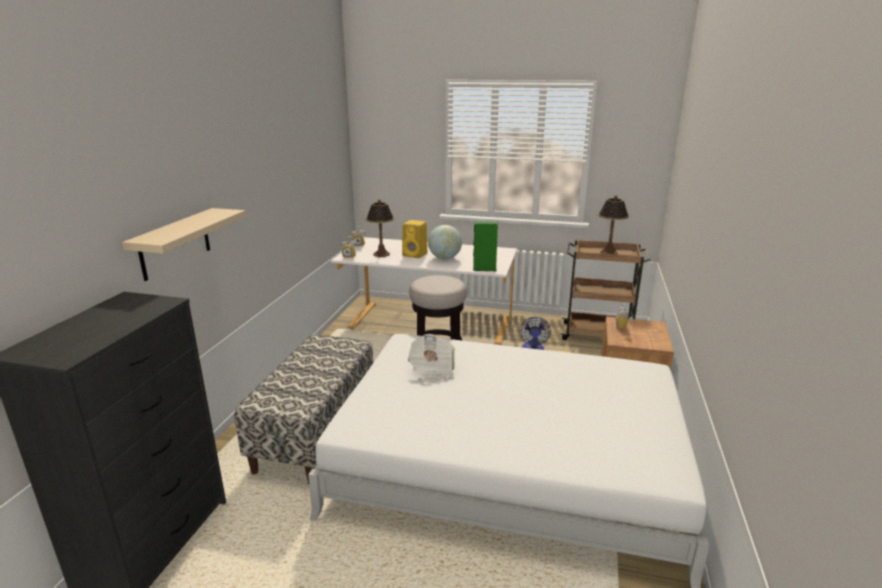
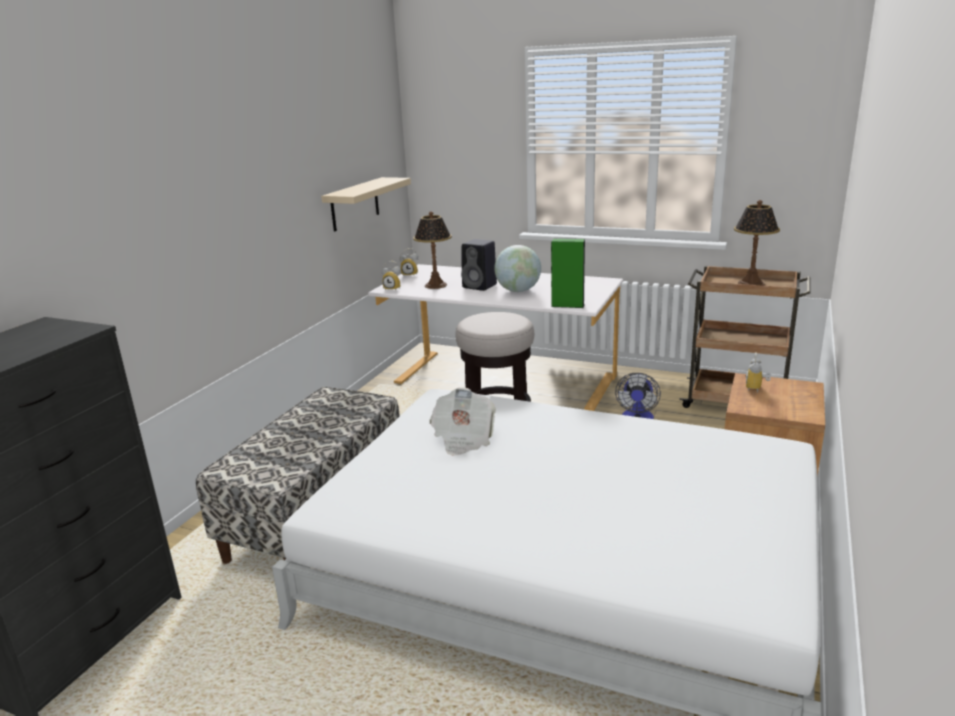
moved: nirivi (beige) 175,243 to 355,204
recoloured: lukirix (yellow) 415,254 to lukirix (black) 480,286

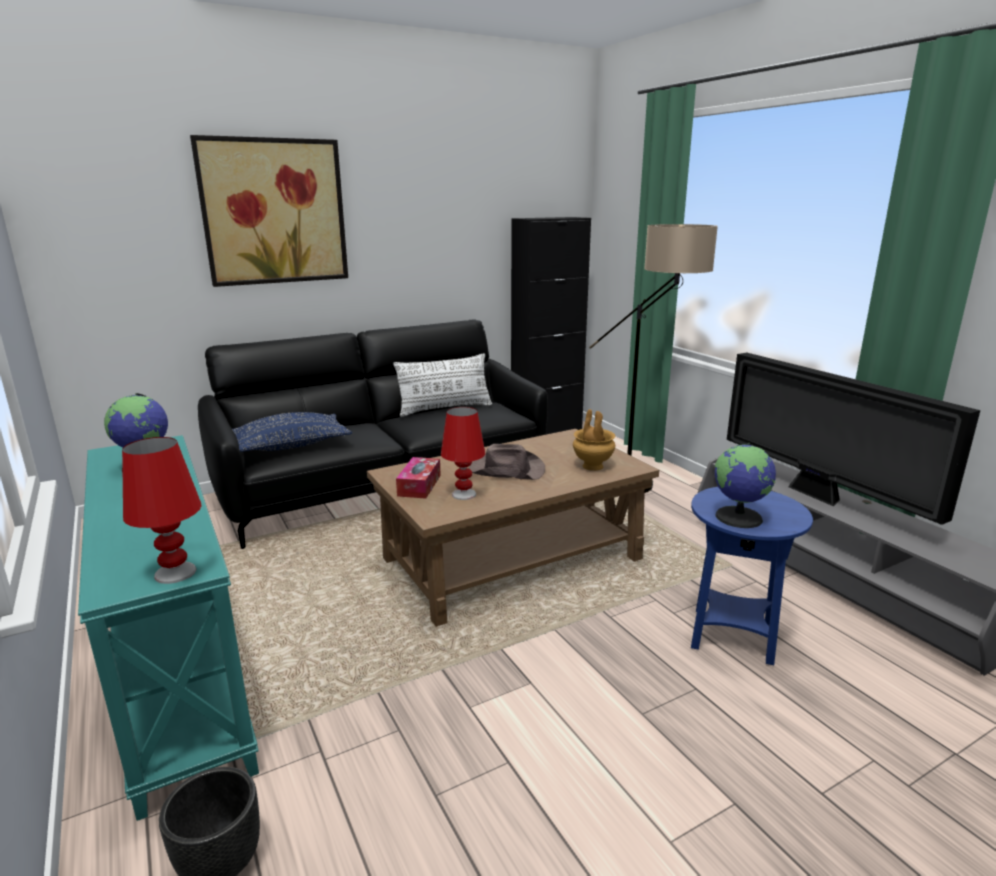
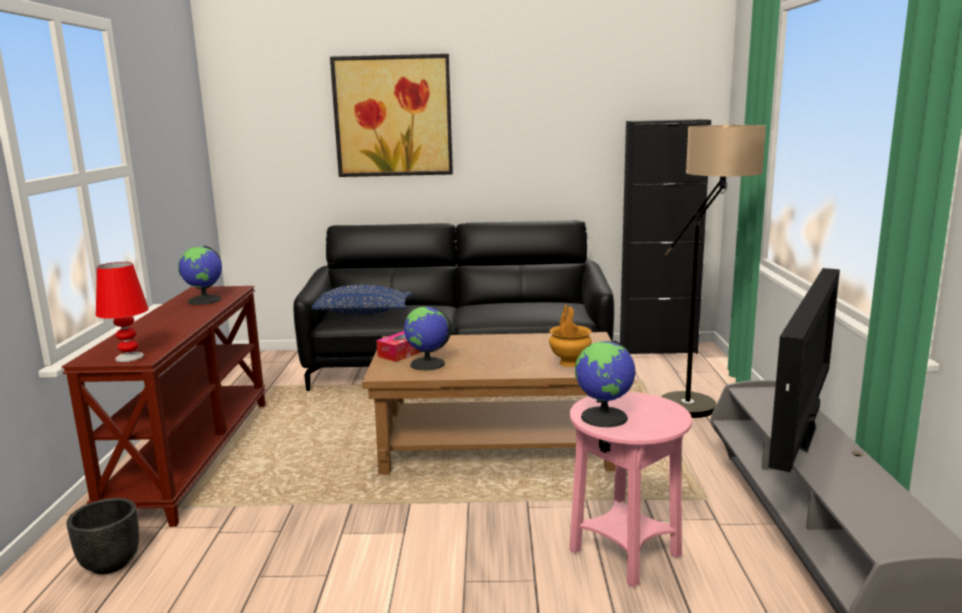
removed: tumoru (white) 445,409; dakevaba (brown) 506,470
replaced: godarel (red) 464,494 to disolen 427,364
recoloured: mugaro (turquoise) 177,671 to mugaro (brown) 192,456; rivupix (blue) 732,635 to rivupix (pink) 625,553
turned: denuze 818,496 = 802,436 150 degrees counterclockwise

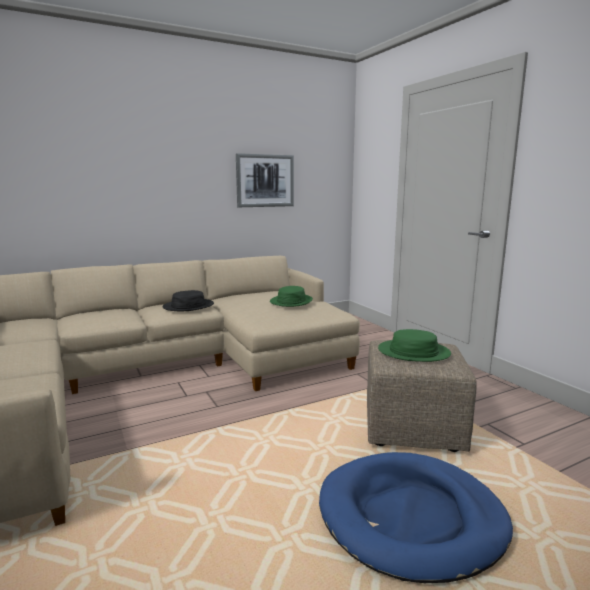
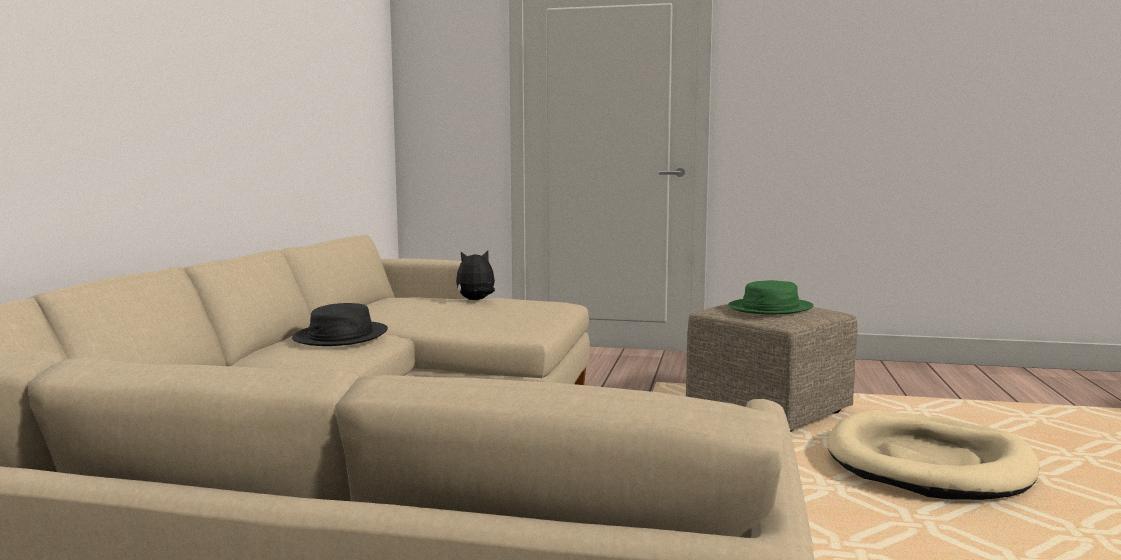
removed: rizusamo 265,180
replaced: dakevaba (green) 291,301 to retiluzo 476,300
recoloured: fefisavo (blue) 411,518 to fefisavo (beige) 928,463

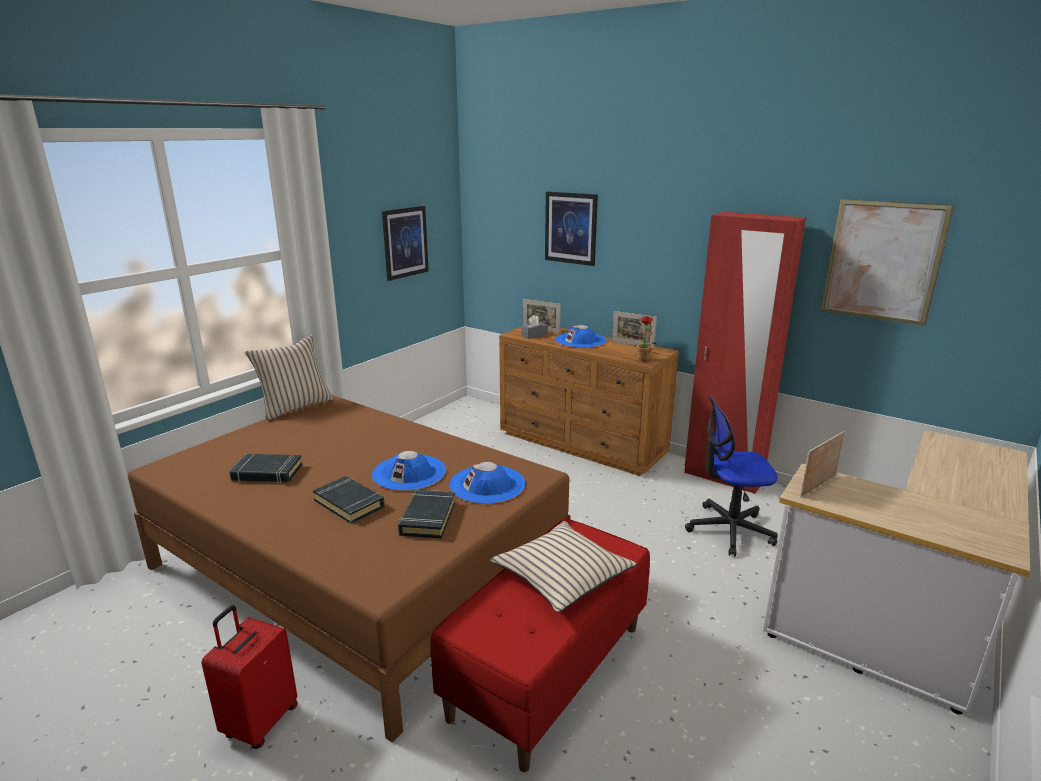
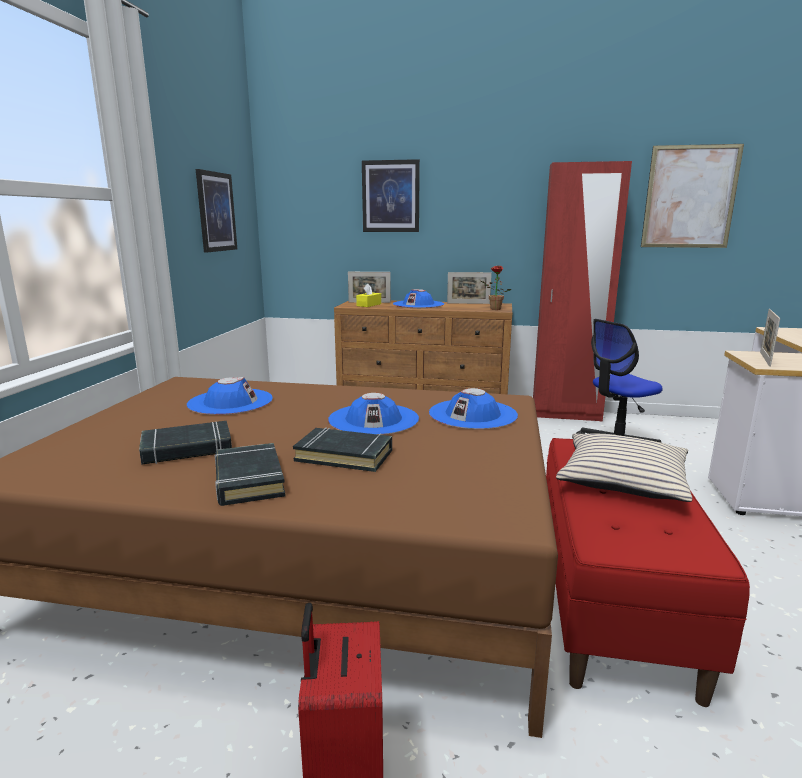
removed: tumoru (beige) 295,406
added: dakevaba (blue) 230,402
moved: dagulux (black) 427,518 to 248,480
recoloured: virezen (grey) 534,335 to virezen (yellow) 369,305

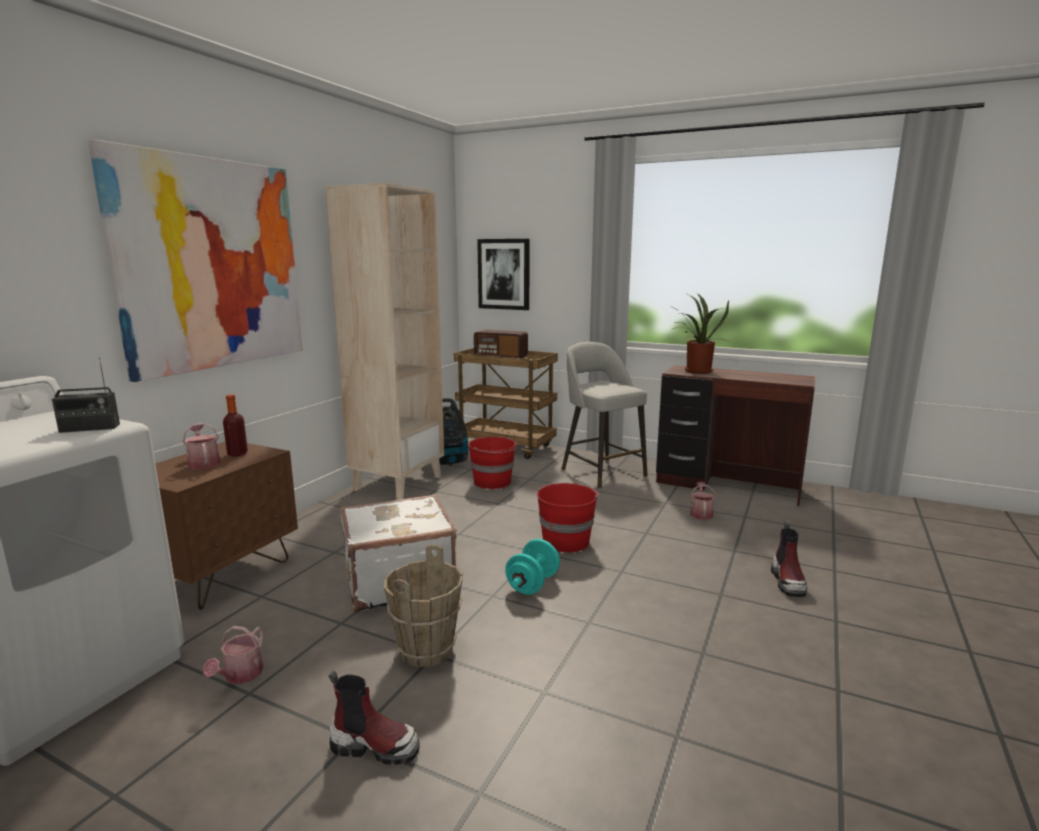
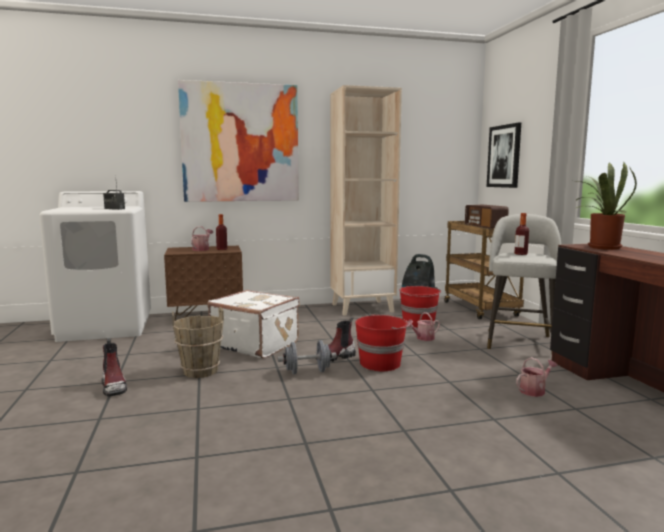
added: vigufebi 520,254
moved: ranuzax 788,582 to 336,357; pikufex 240,676 to 423,338
recoloured: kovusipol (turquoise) 532,584 to kovusipol (grey) 307,372

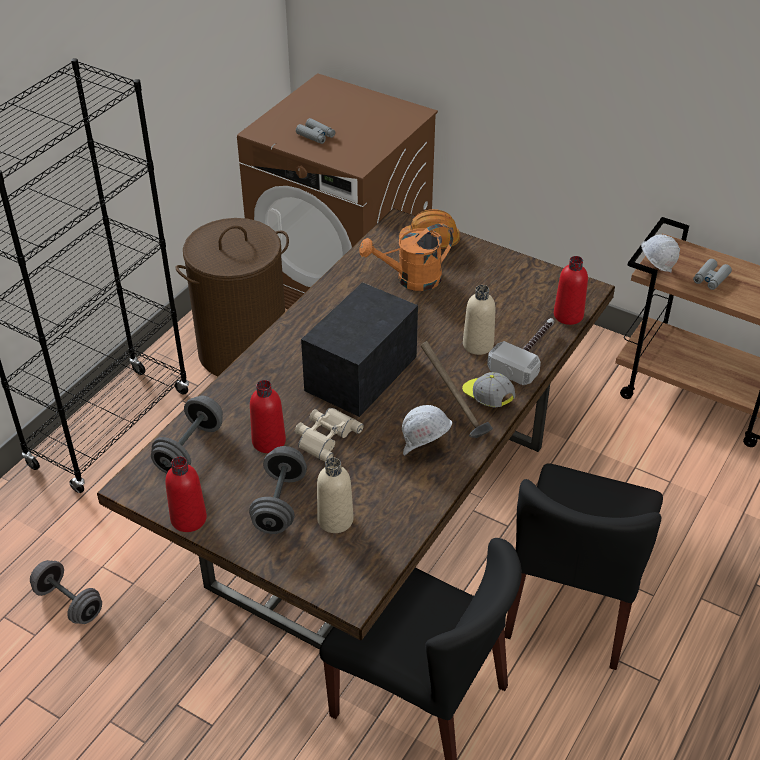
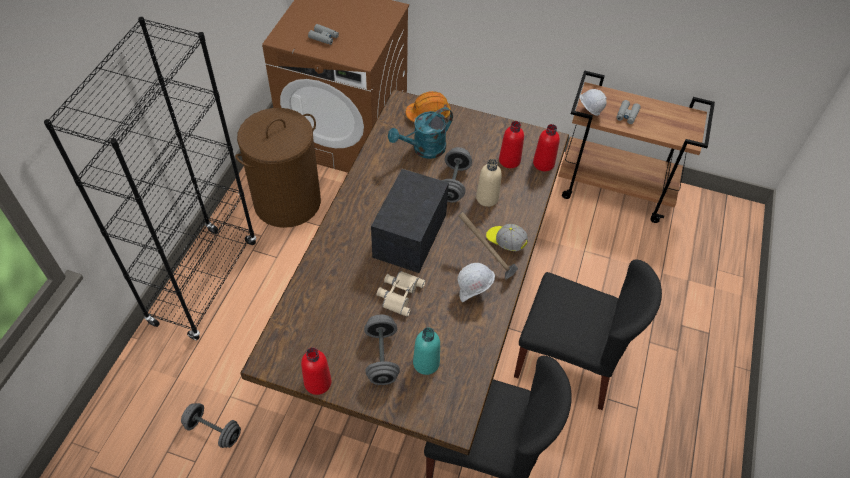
removed: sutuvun 528,354
moved: vigufebi (red) 269,441 to 509,160; kovusipol (grey) 189,449 to 454,183
recoloured: pikufex (orange) 411,280 to pikufex (turquoise) 424,150; vigufebi (beige) 335,520 to vigufebi (turquoise) 426,363
turned: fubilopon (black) 573,602 = 568,361 75 degrees counterclockwise

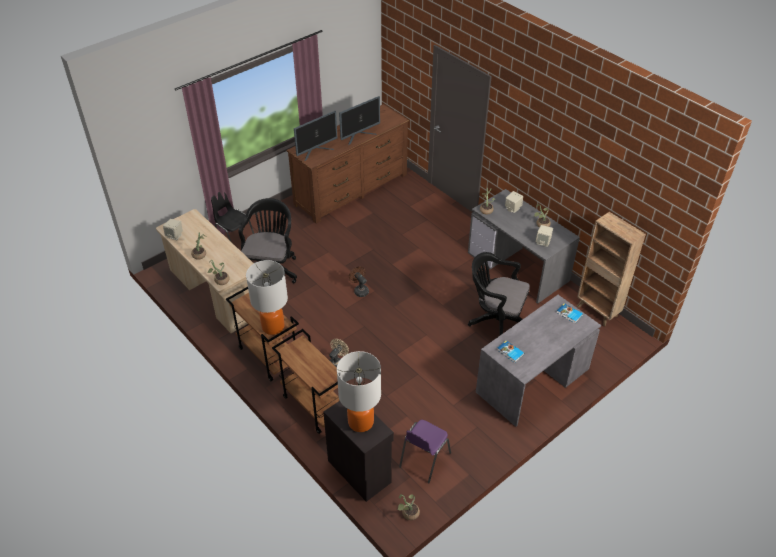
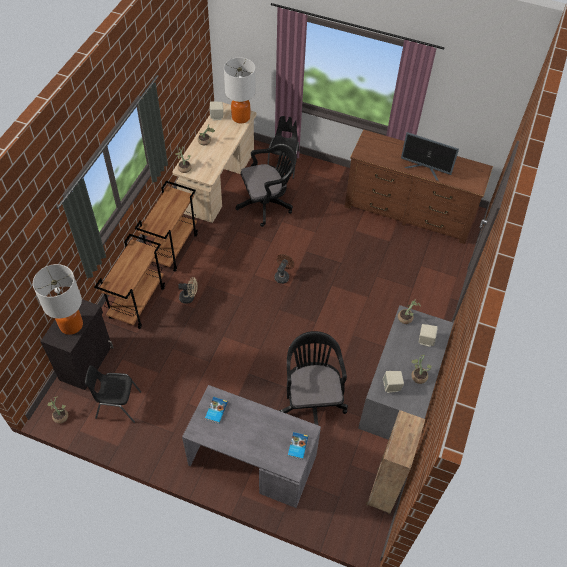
removed: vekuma 316,151
moved: godarel 273,326 to 241,117
recoloured: fubilopon (purple) 424,460 to fubilopon (black) 118,405

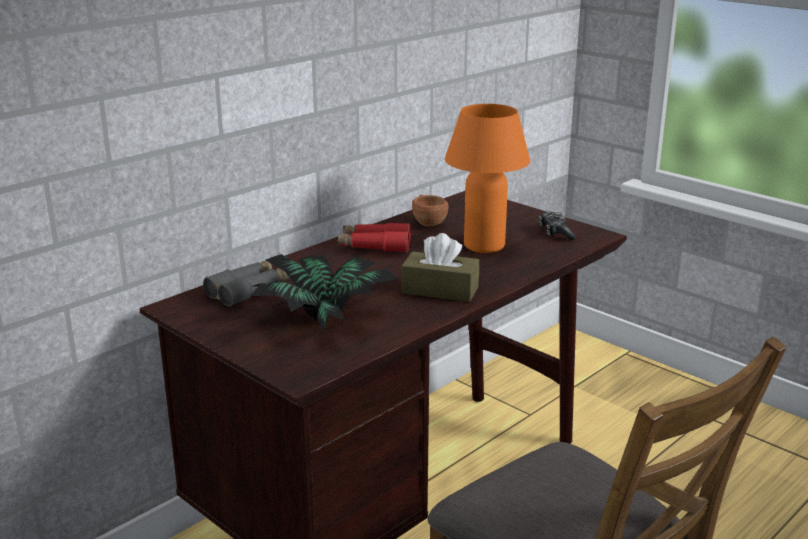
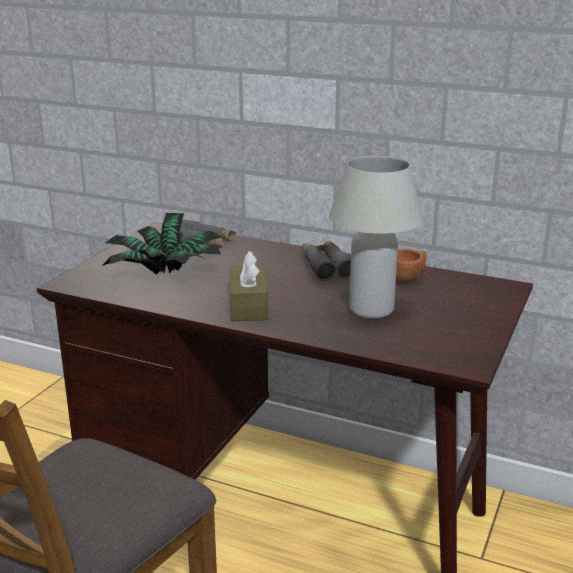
removed: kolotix 555,233
recoloured: godarel (orange) 484,246 to godarel (white) 371,310; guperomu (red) 374,246 to guperomu (grey) 326,267

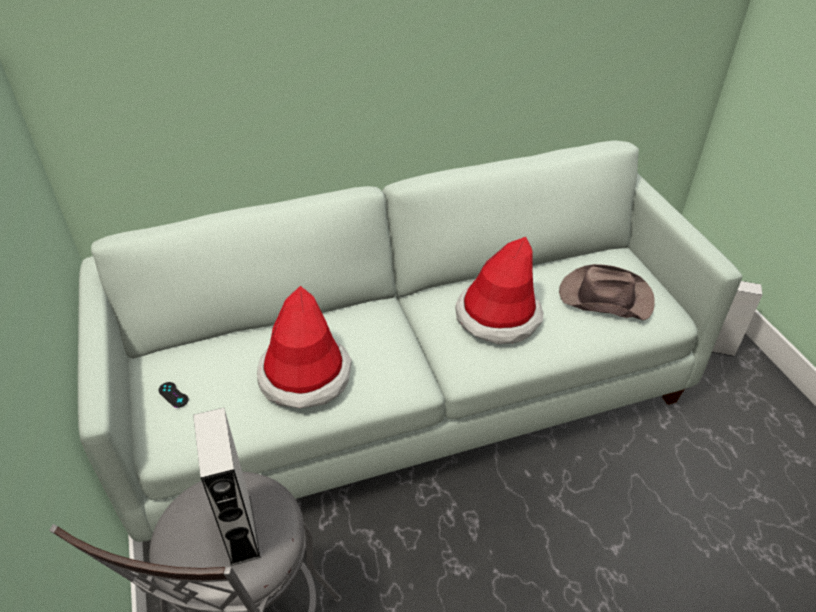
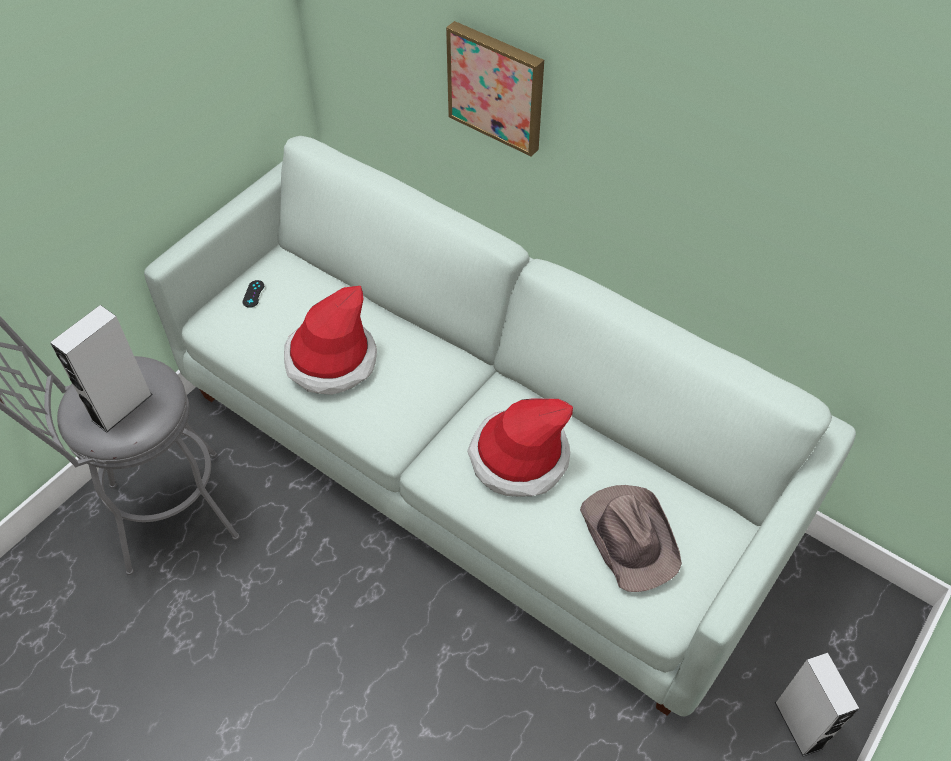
added: rizusamo 497,86

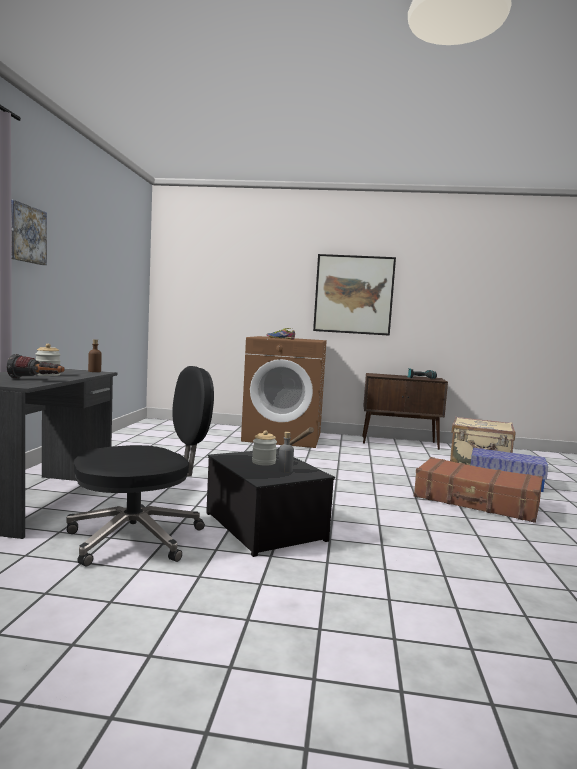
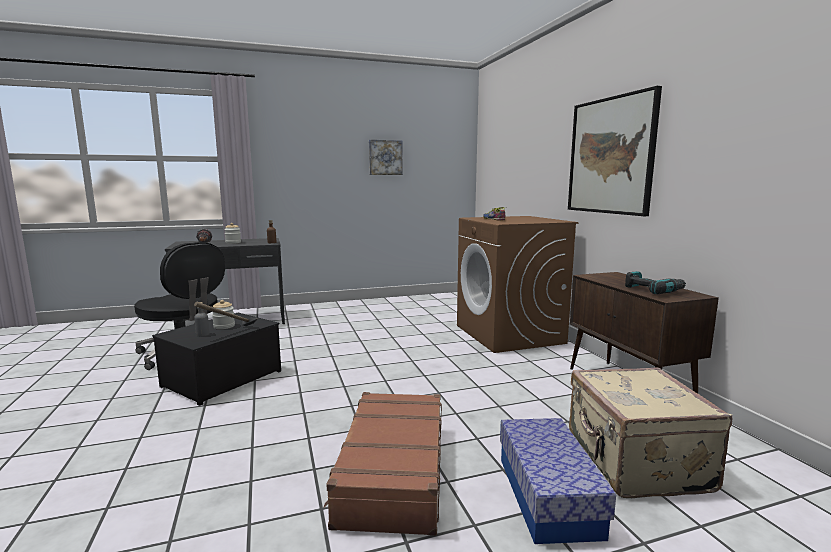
moved: rizusamo 24,234 to 385,157

